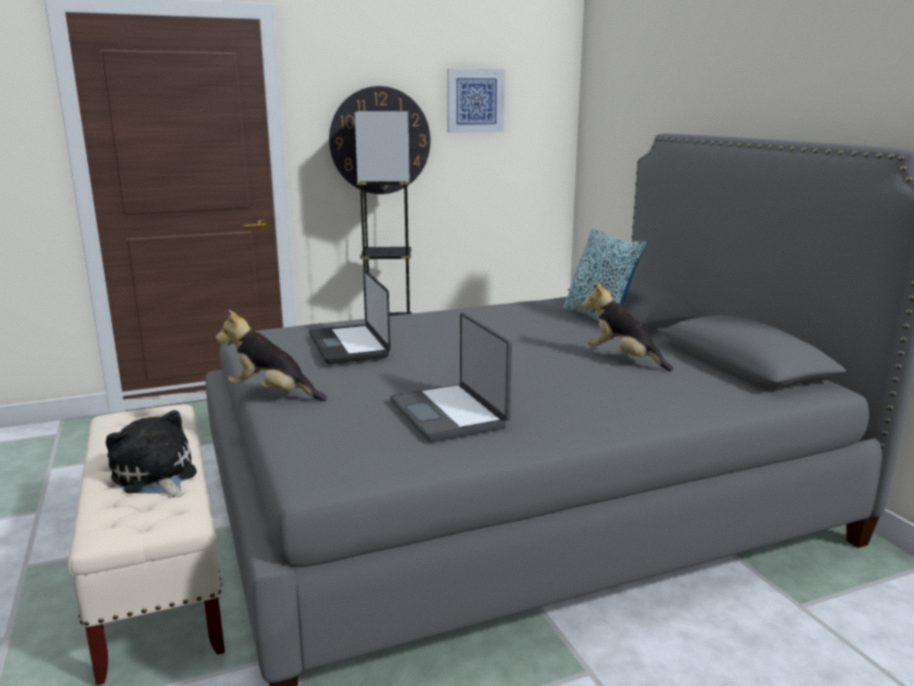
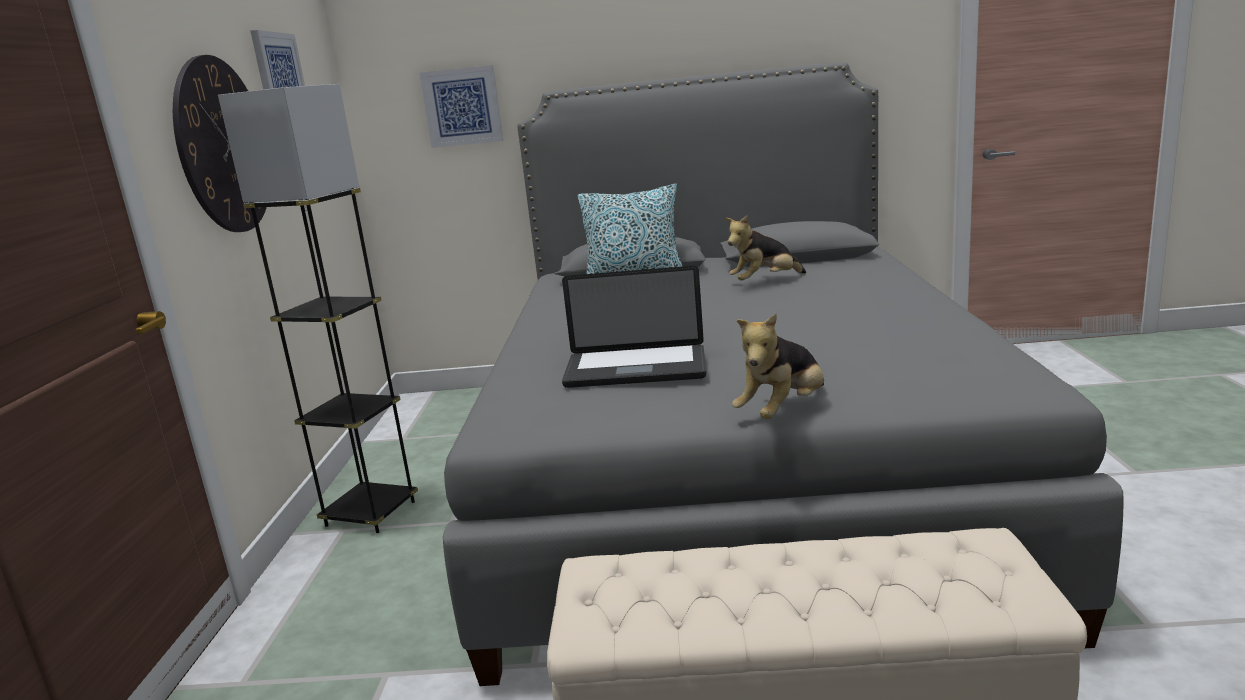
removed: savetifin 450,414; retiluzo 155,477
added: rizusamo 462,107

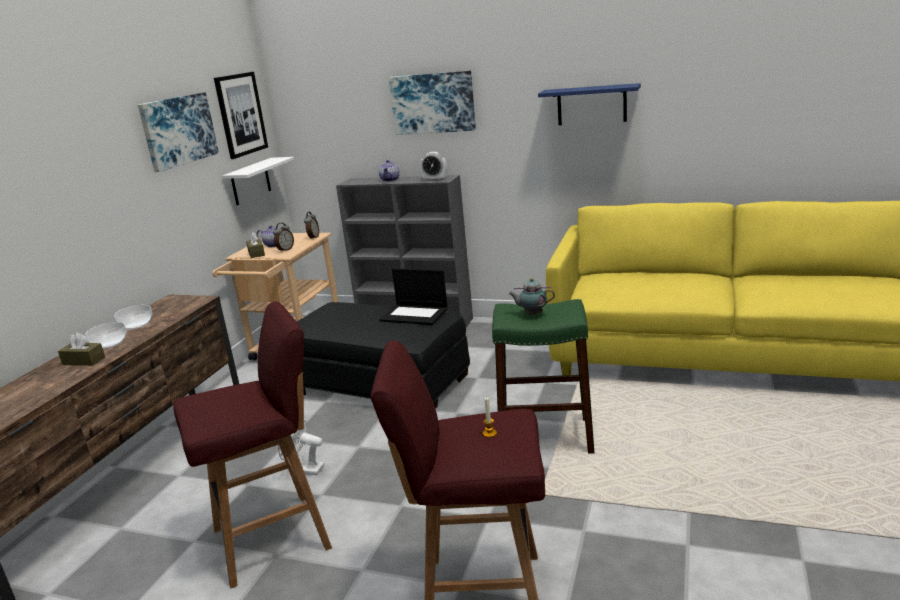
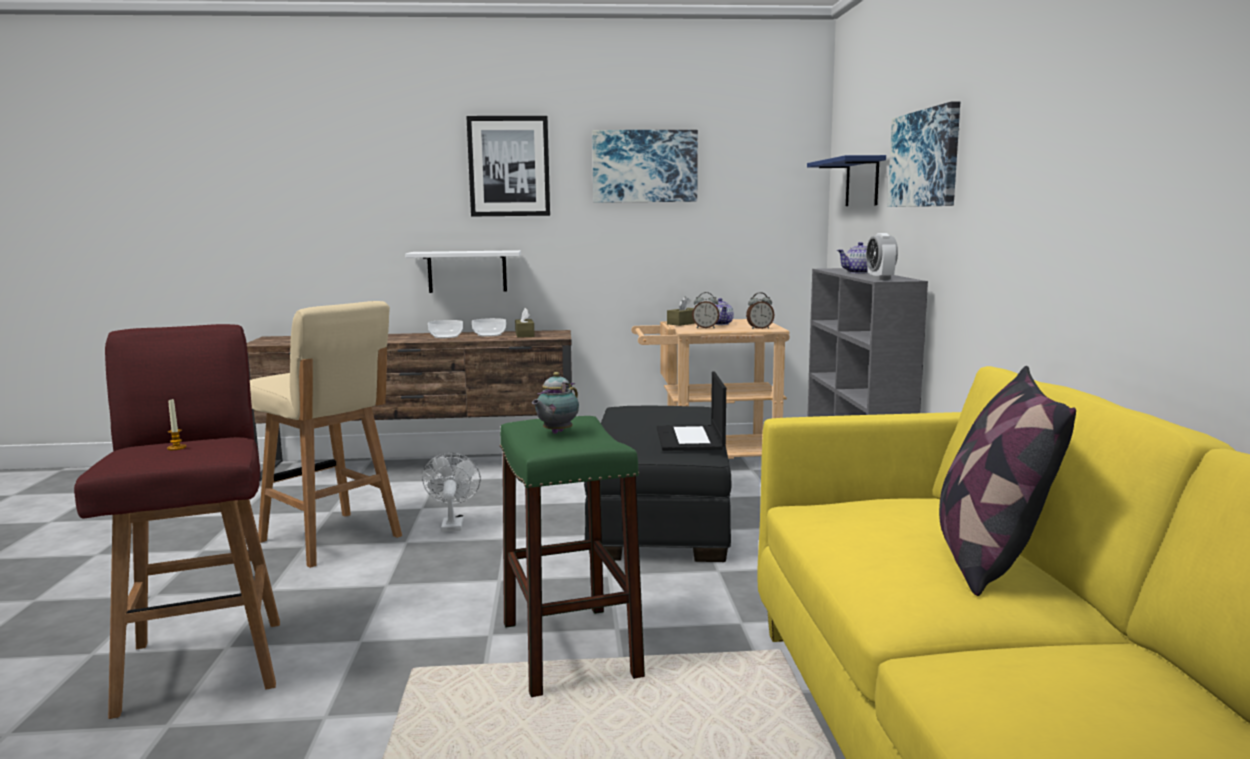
added: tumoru 987,557
moved: rizusamo 240,114 to 509,166; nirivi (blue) 591,105 to 862,182; nirivi (white) 250,182 to 467,271; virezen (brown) 84,361 to 524,335
recoloured: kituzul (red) 275,537 to kituzul (beige) 332,539
turned: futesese 532,314 = 556,433 135 degrees counterclockwise

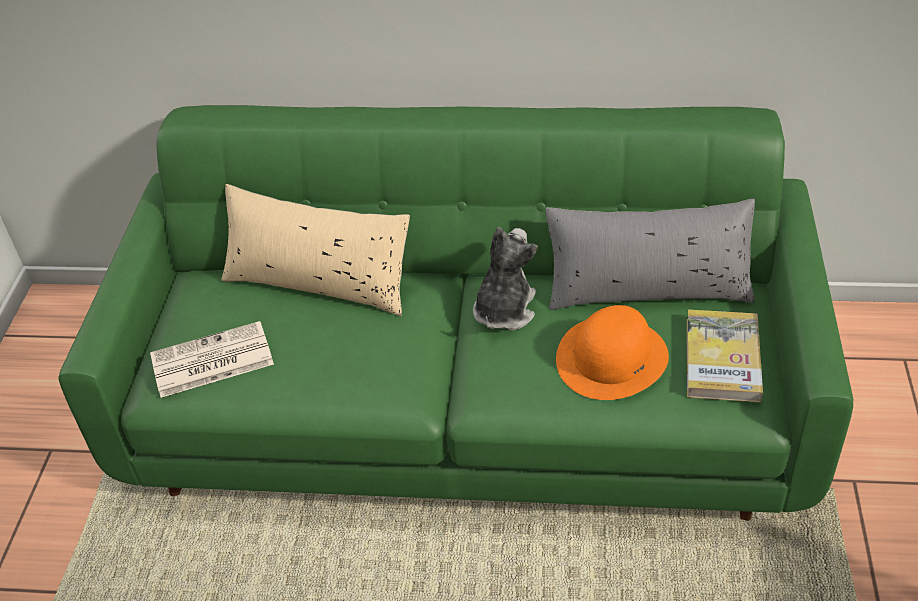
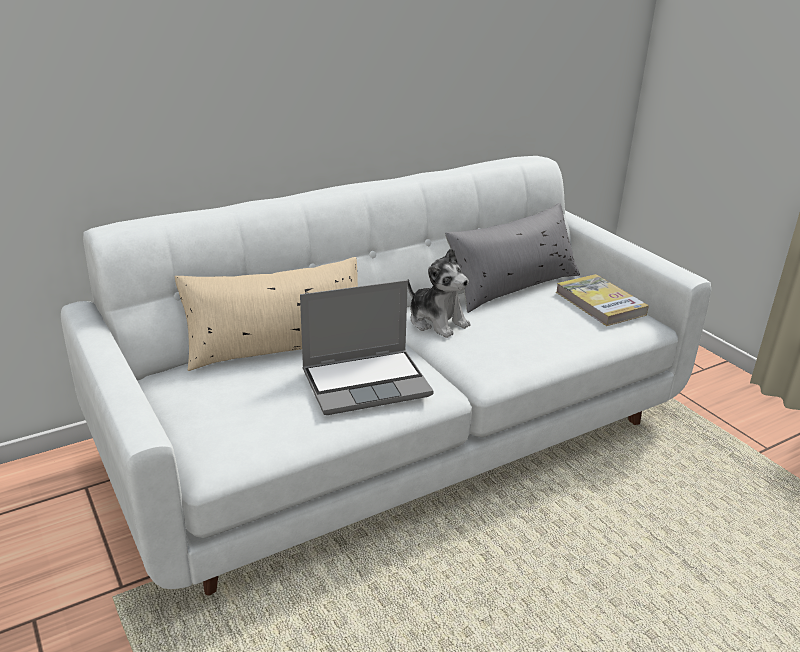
removed: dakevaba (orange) 612,357; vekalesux 210,361
added: savetifin 367,382
recoloured: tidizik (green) 467,403 to tidizik (white) 397,432
turned: retiluzo 504,310 = 437,322 150 degrees clockwise

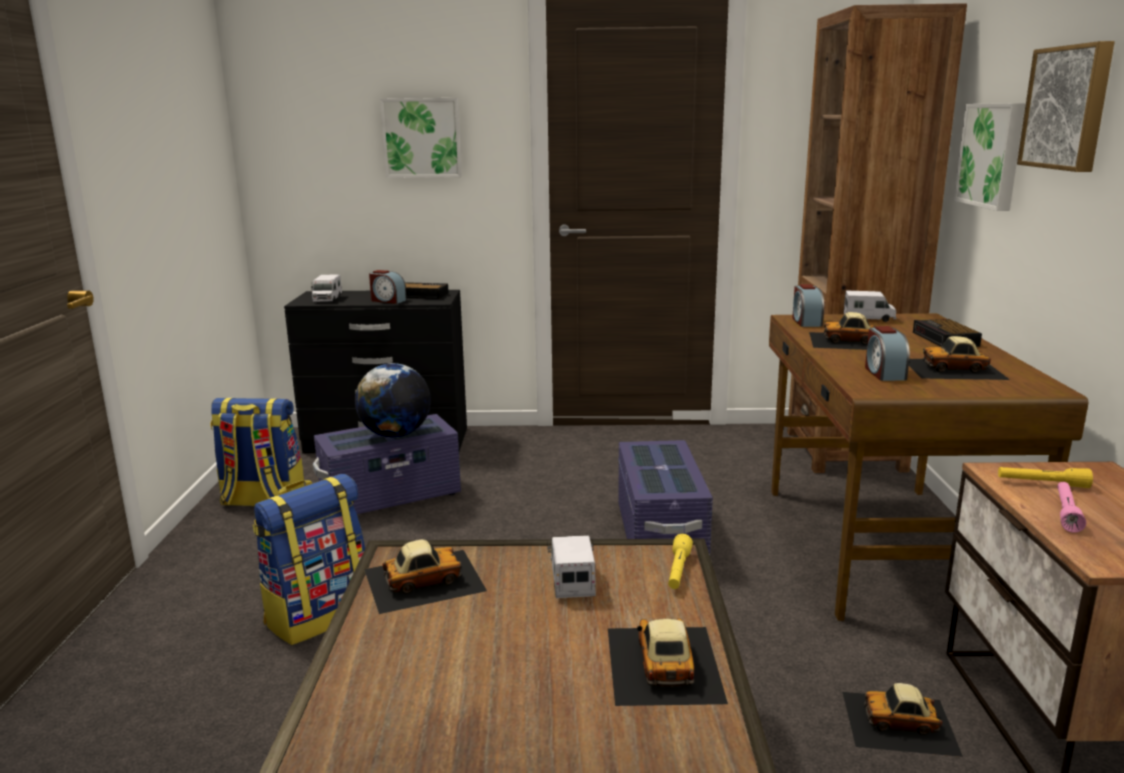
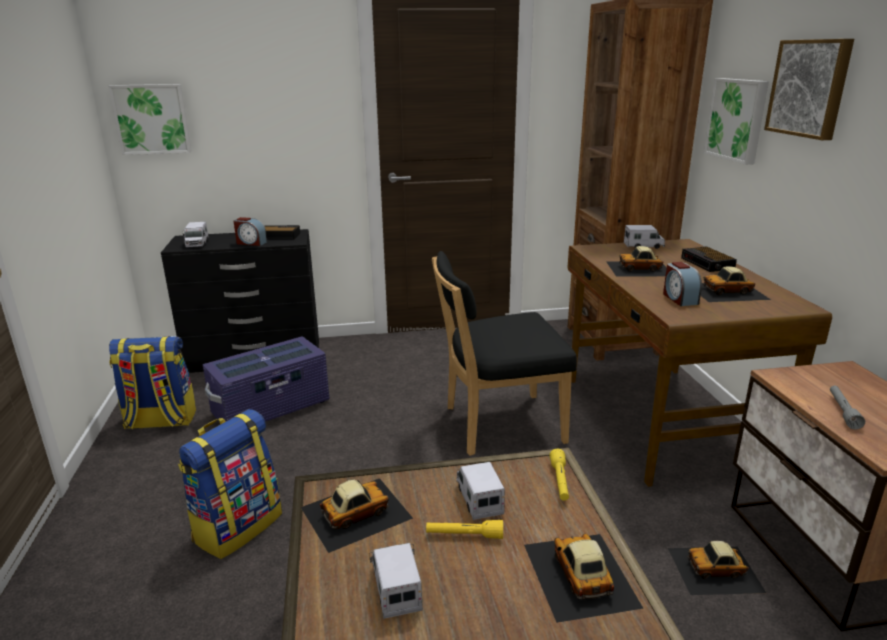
removed: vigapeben 806,322; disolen 395,435
added: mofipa 396,588
moved: rizusamo 422,138 to 152,119; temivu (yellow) 1042,484 to 464,535
replaced: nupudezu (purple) 660,536 to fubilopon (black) 497,425
recoloured: temivu (pink) 1066,513 to temivu (grey) 842,411

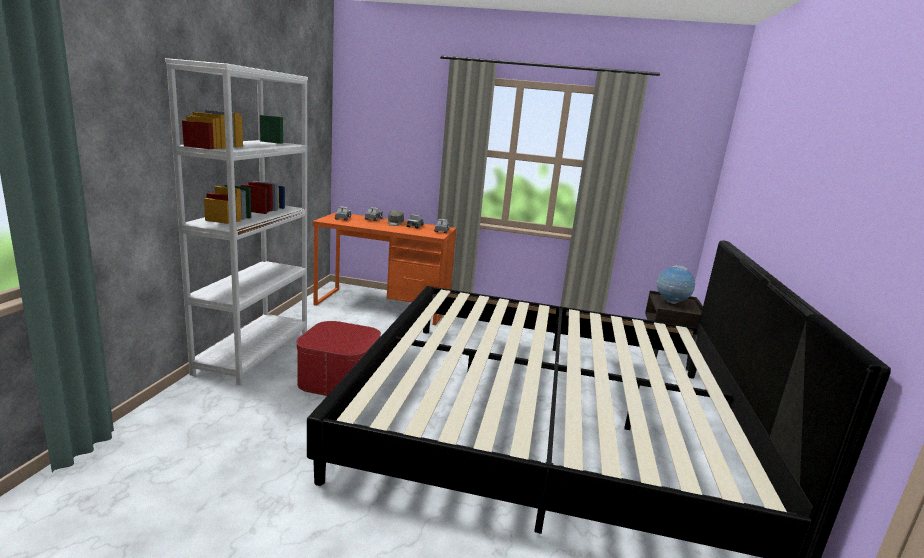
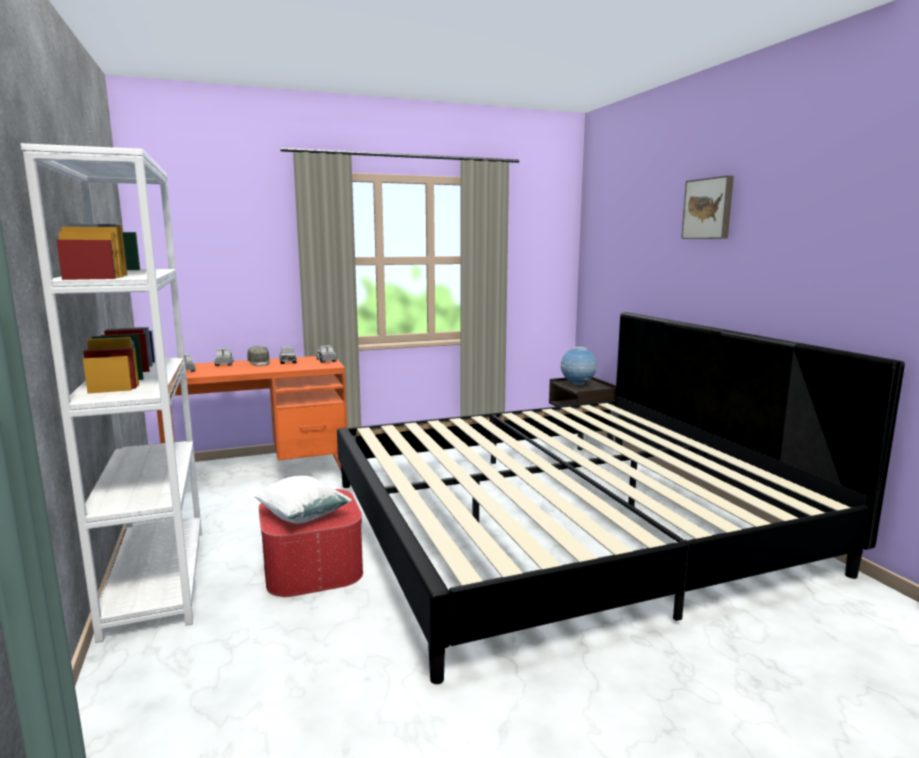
added: rizusamo 709,208; tumoru (white) 302,516

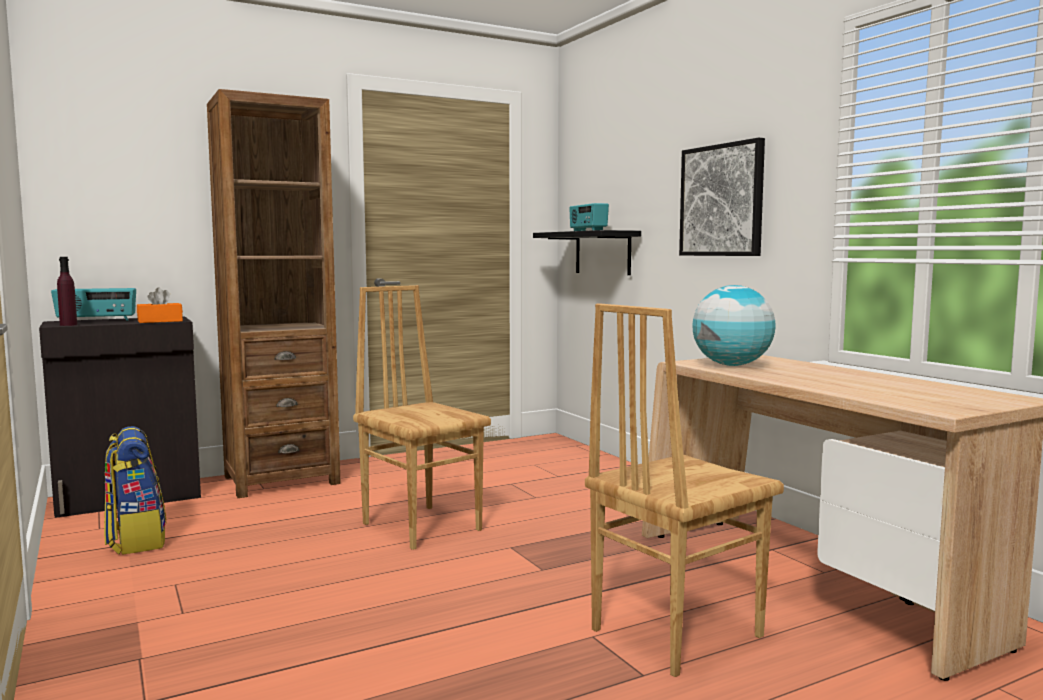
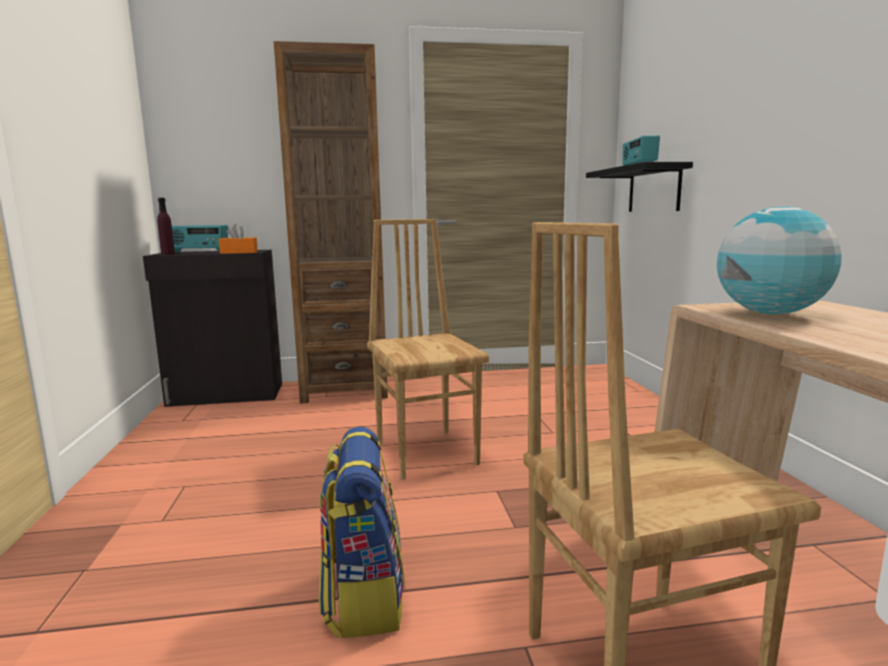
removed: rizusamo 722,200
moved: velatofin 136,540 to 363,597

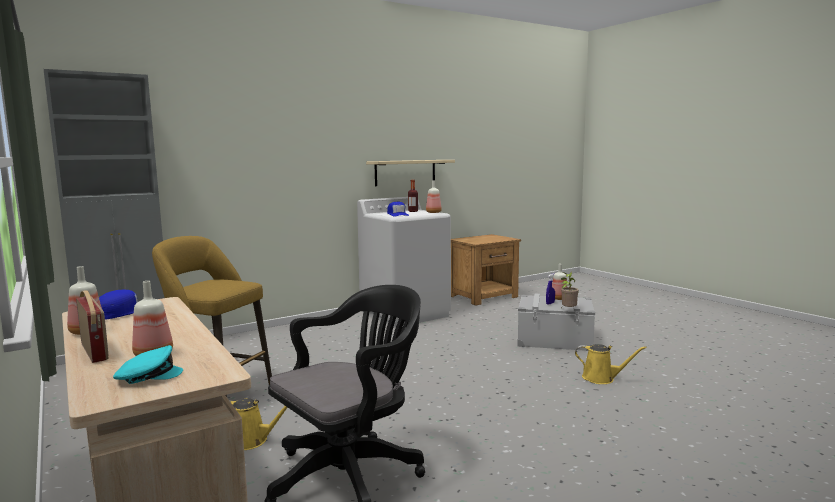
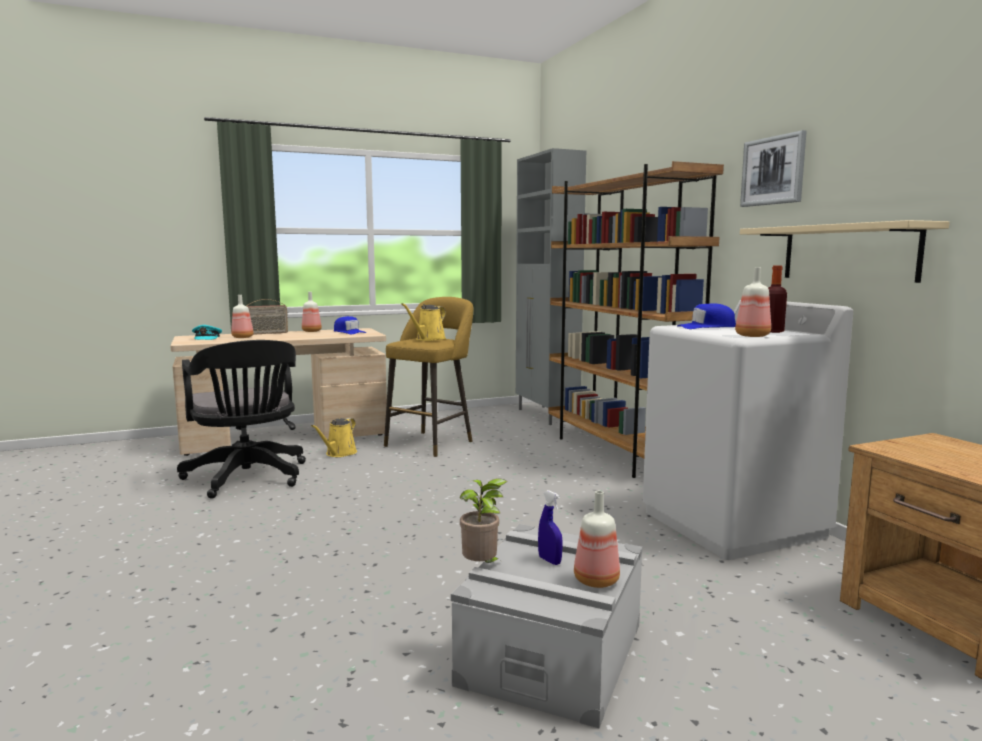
added: rizusamo 773,171; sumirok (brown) 617,453
moved: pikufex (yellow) 601,378 to 428,339

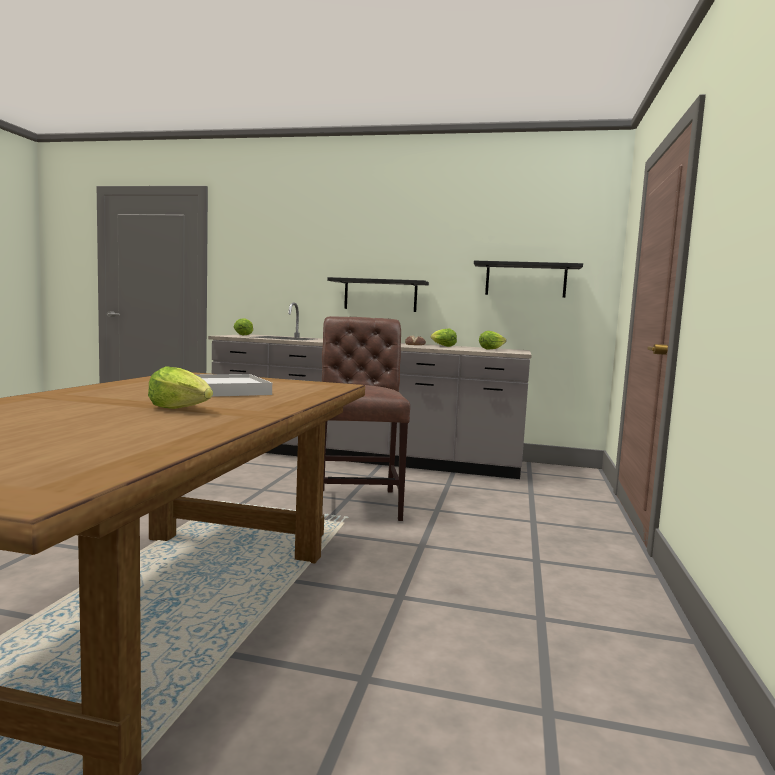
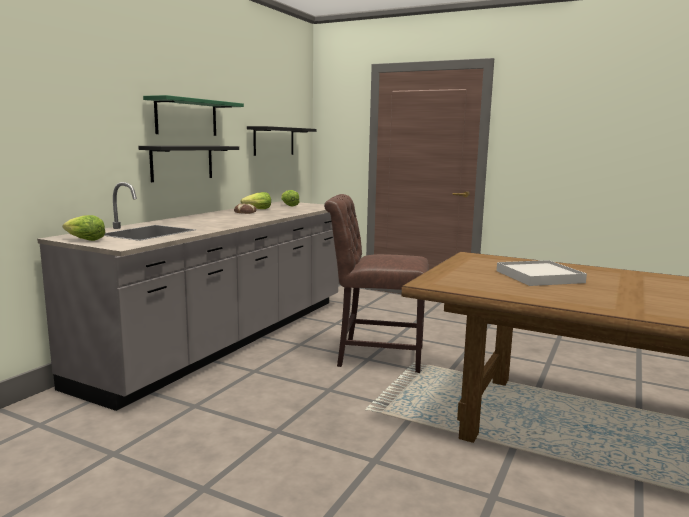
removed: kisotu 181,409
added: nirivi (green) 186,117

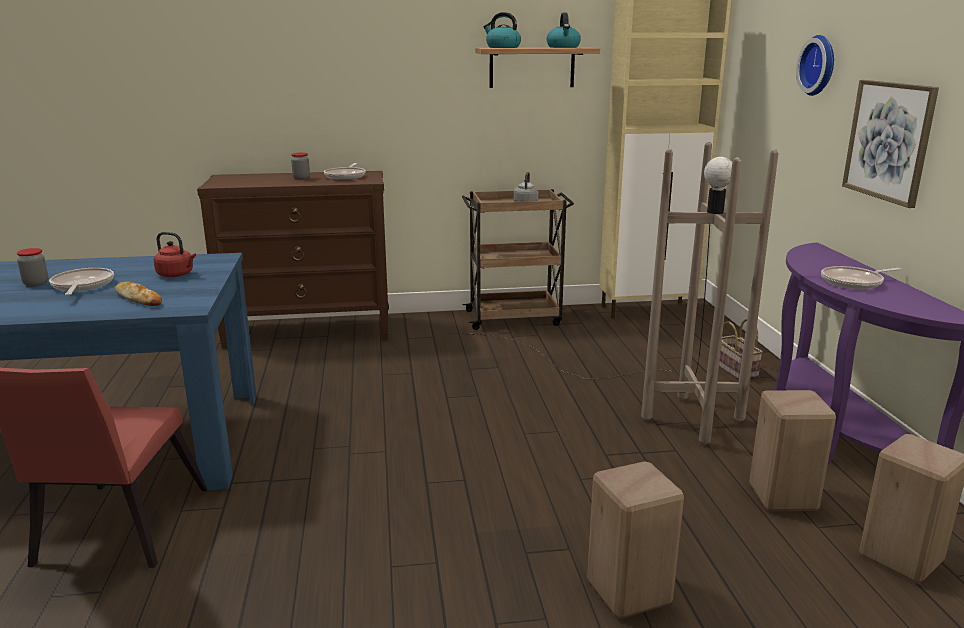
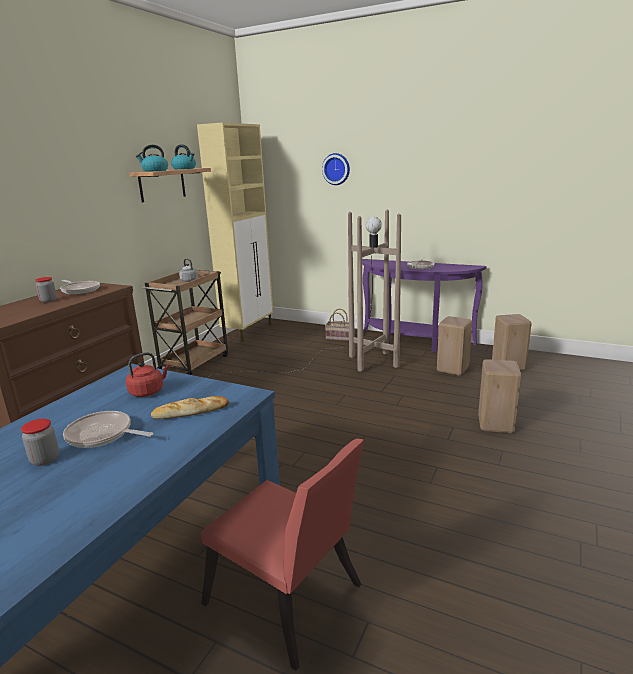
removed: rizusamo 889,141

